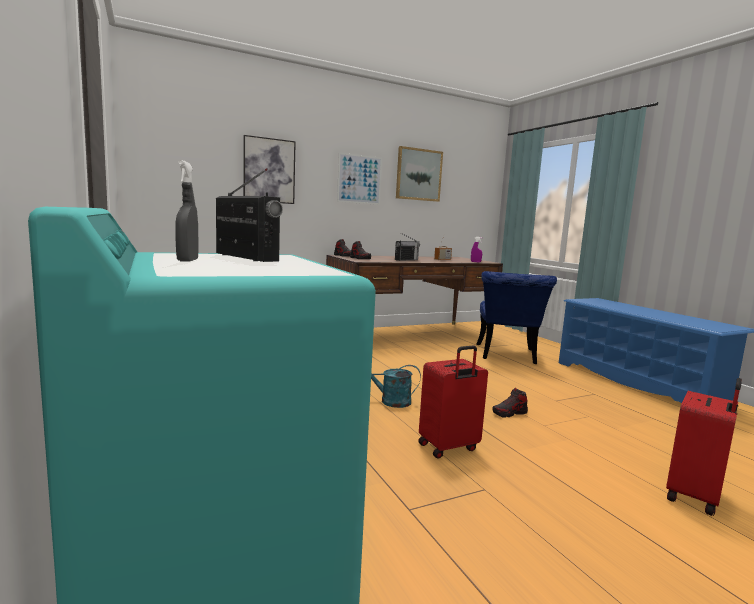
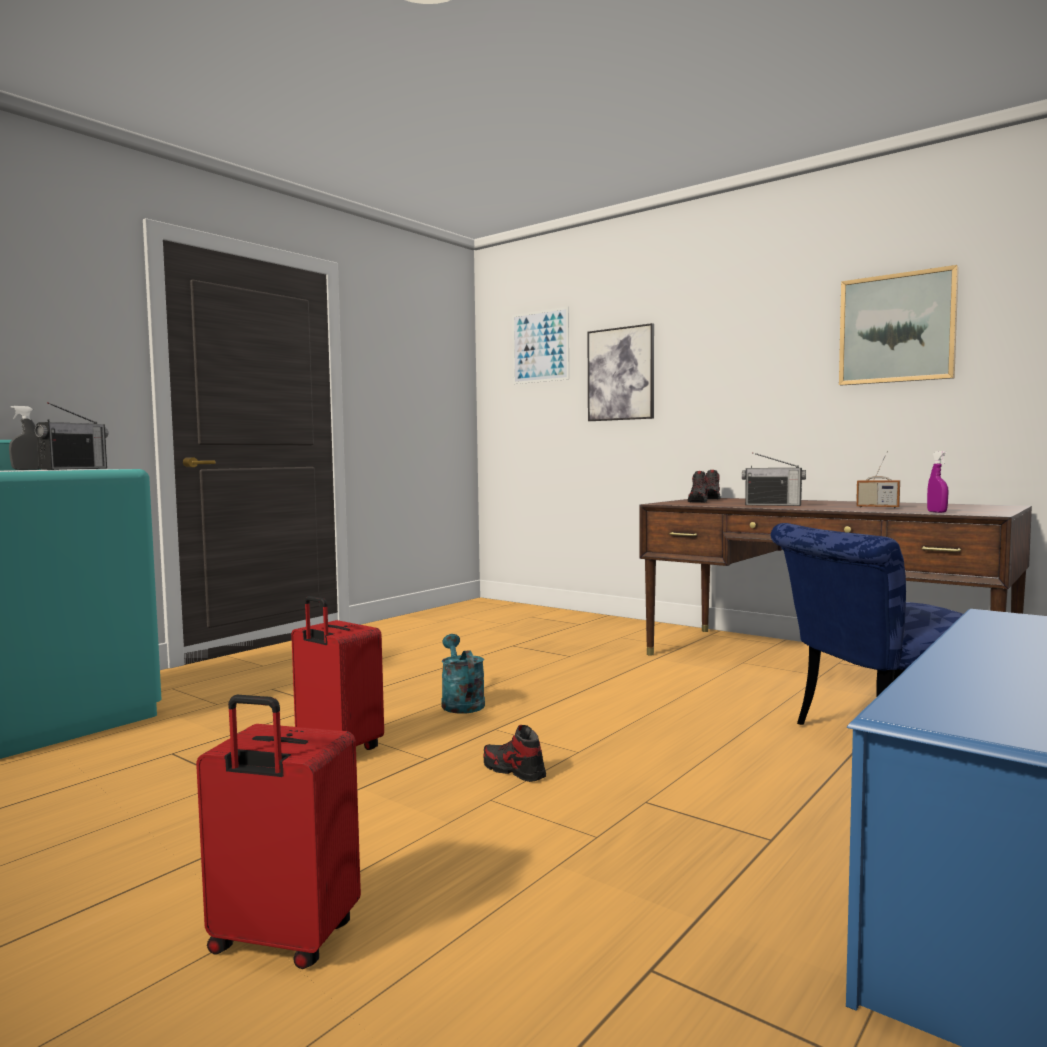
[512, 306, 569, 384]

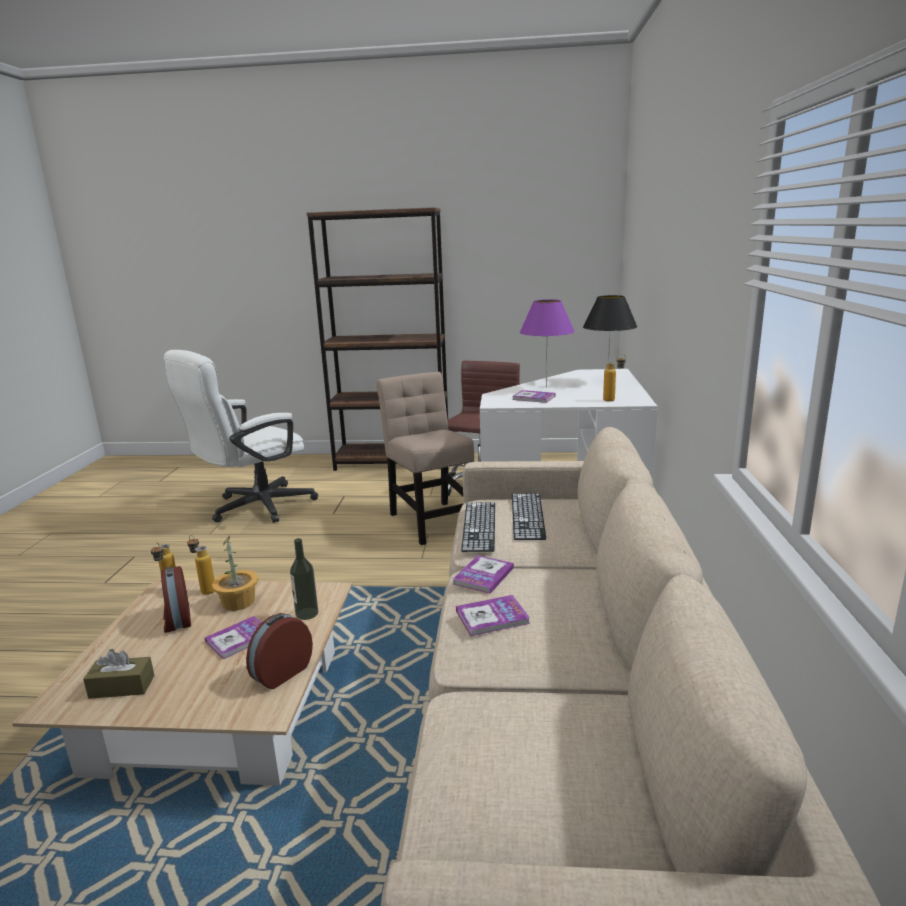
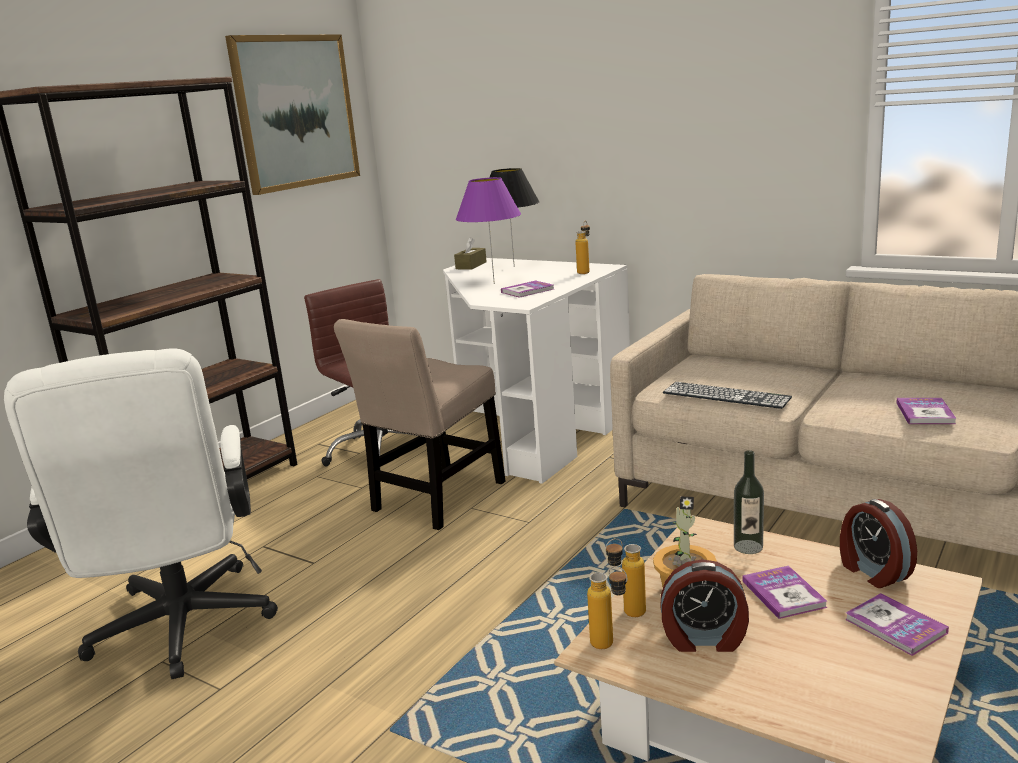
[454, 237, 487, 270]
[334, 319, 505, 530]
[845, 593, 949, 656]
[512, 493, 546, 540] (first image)
[225, 34, 360, 195]

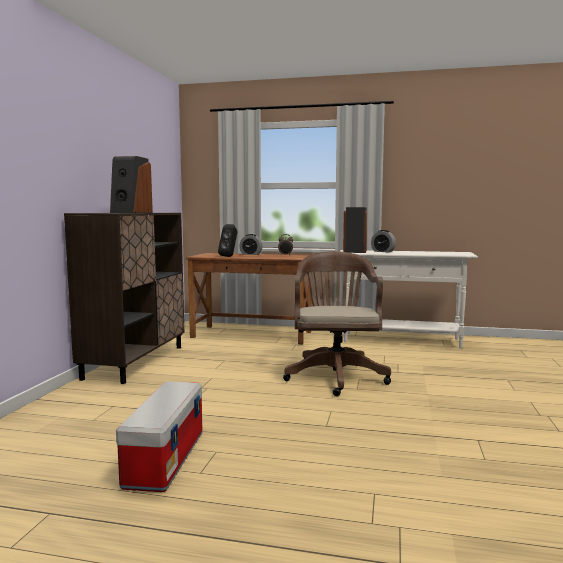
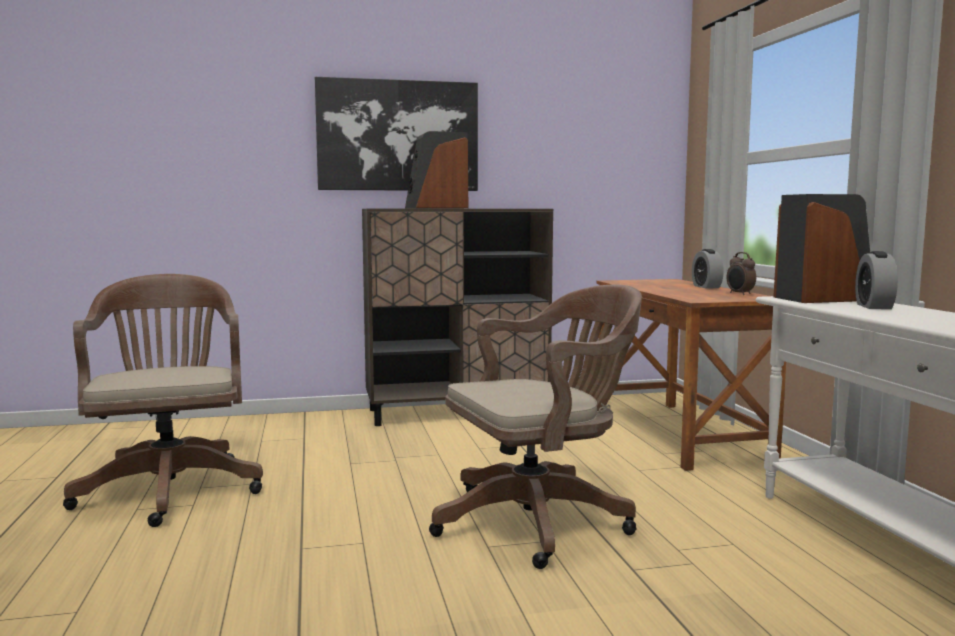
[63, 274, 263, 527]
[218, 224, 237, 257] (first image)
[315, 77, 478, 191]

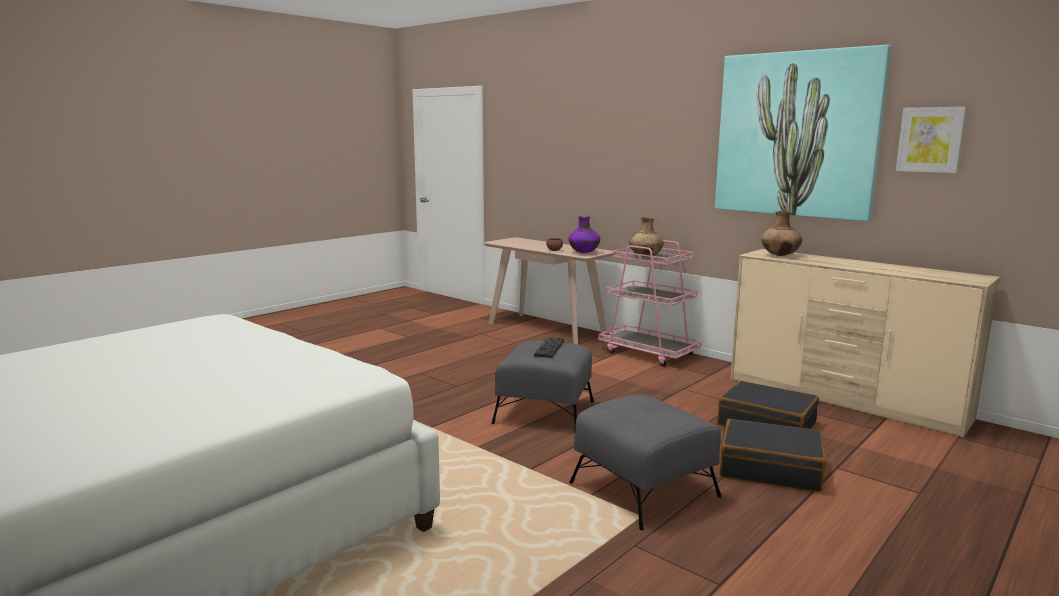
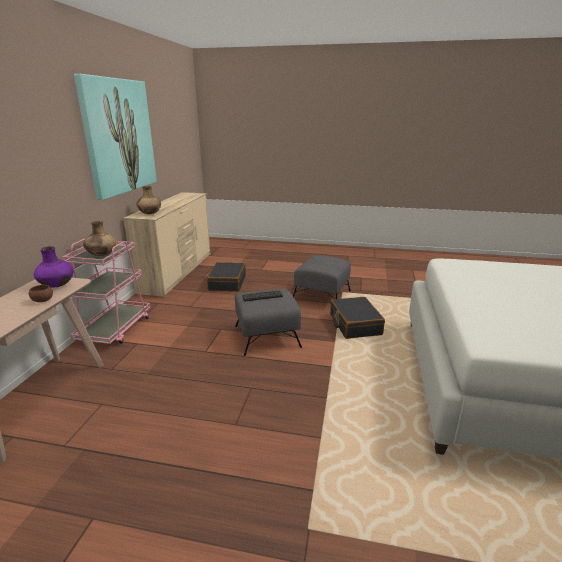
[330, 297, 385, 339]
[895, 107, 967, 173] (first image)

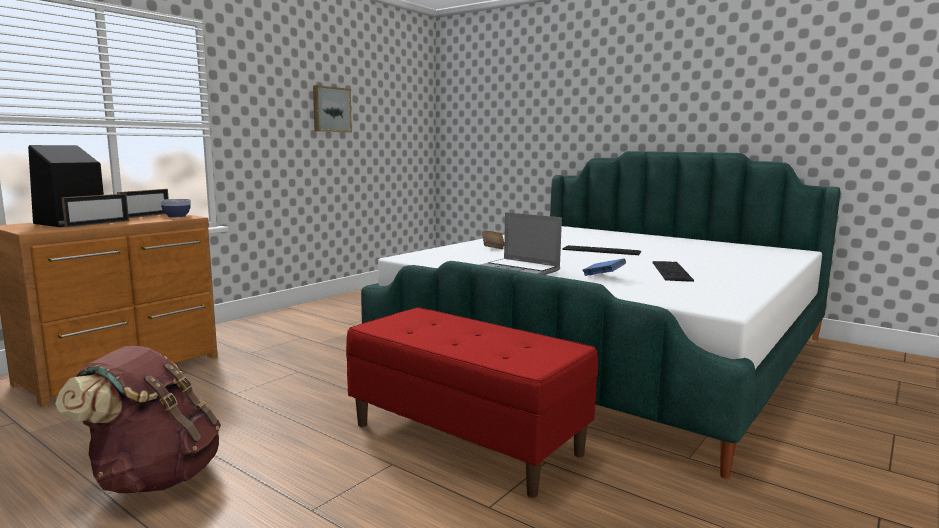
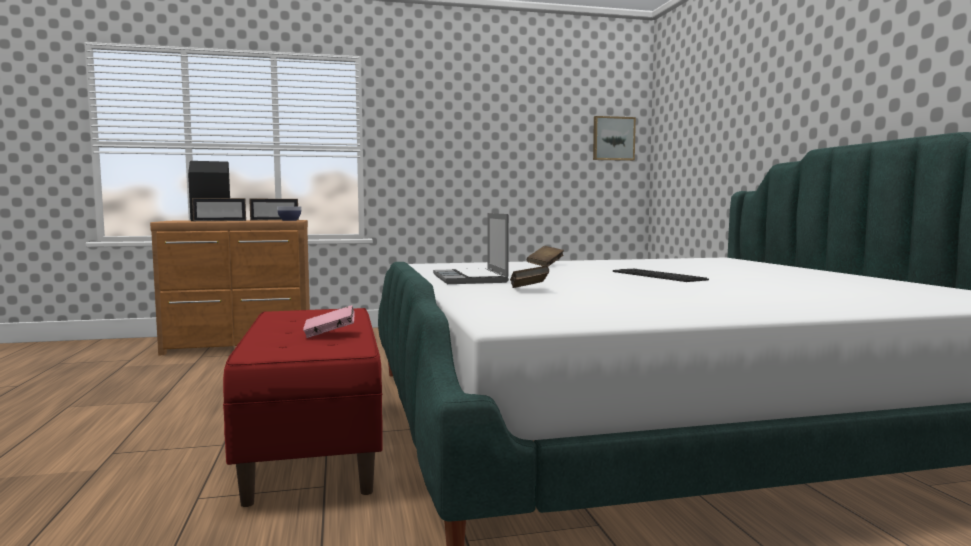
[55, 346, 221, 493] (first image)
[593, 116, 636, 161]
[510, 266, 549, 288]
[652, 261, 694, 282] (first image)
[303, 305, 355, 338]

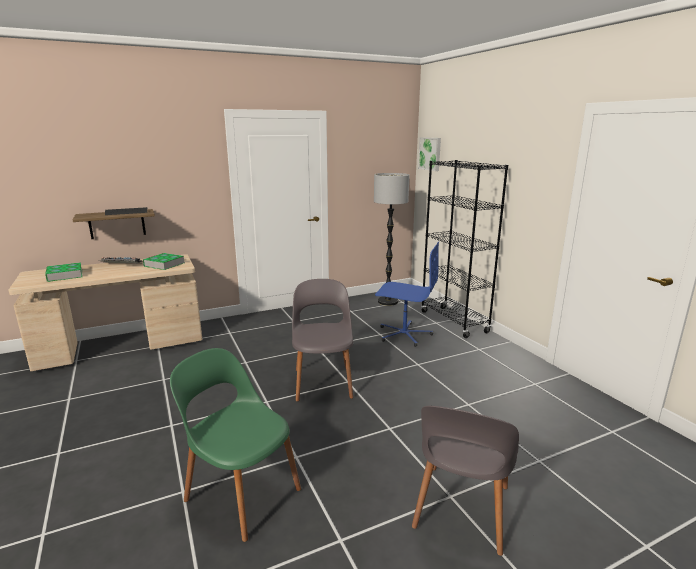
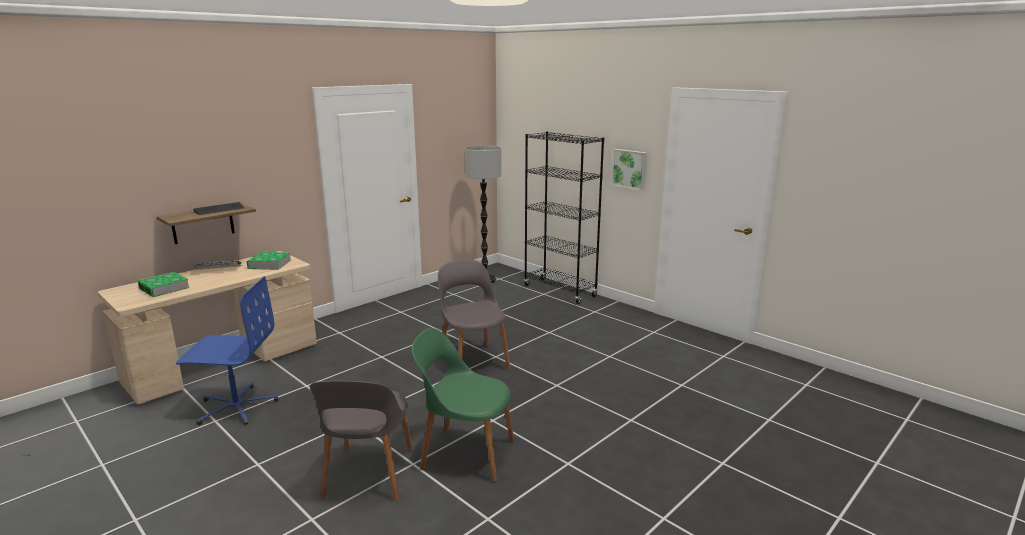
[176, 276, 279, 425]
[310, 380, 413, 501]
[611, 149, 647, 191]

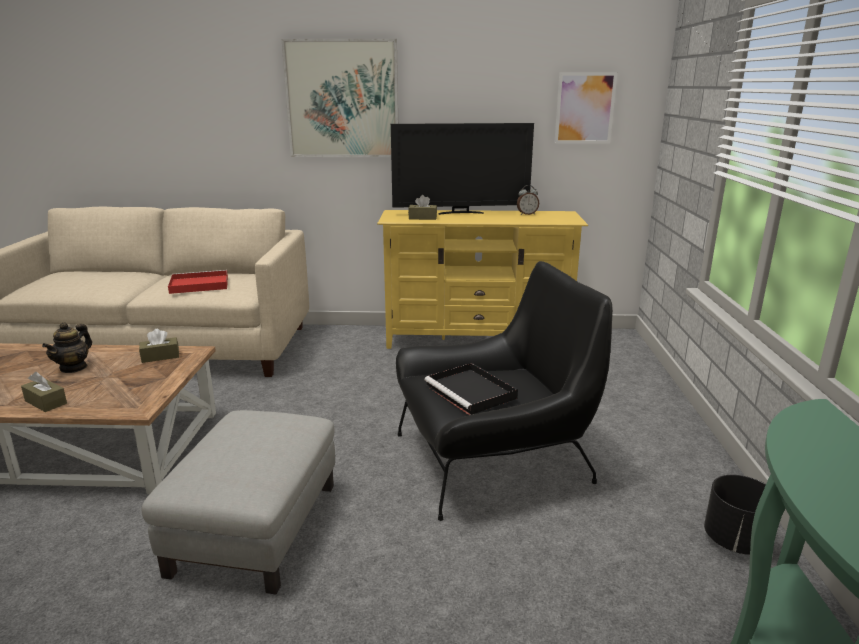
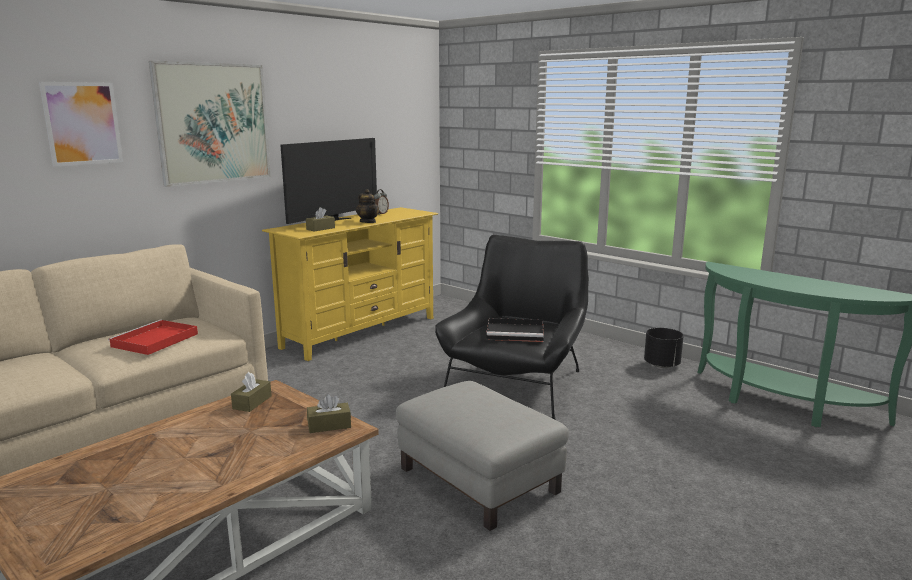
[307, 394, 351, 433]
[356, 189, 379, 223]
[39, 82, 123, 167]

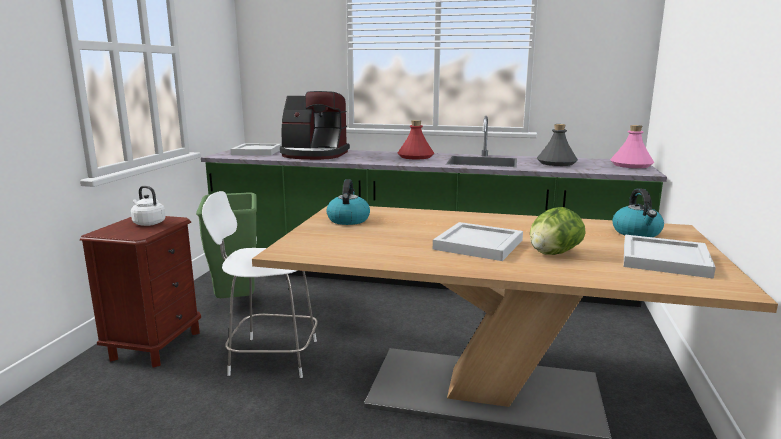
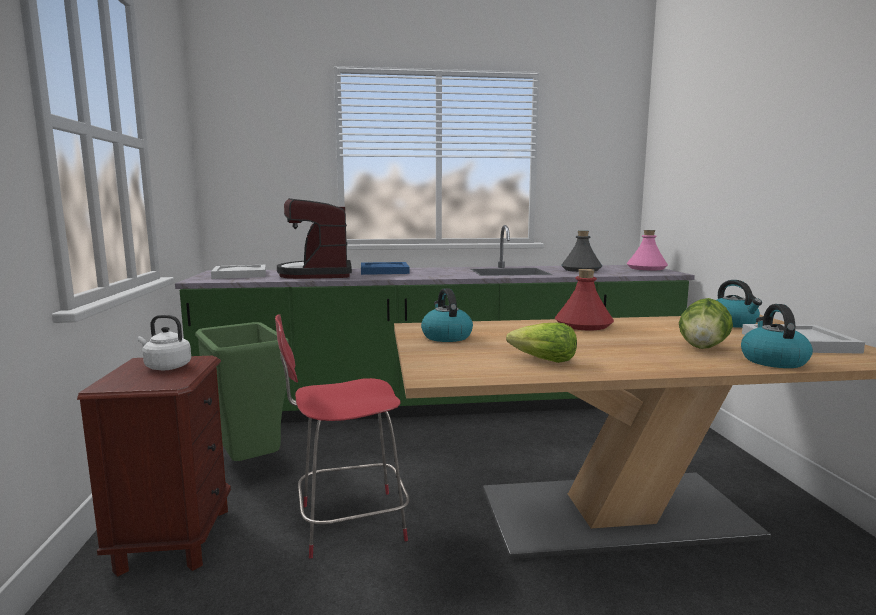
[275, 314, 409, 559]
[277, 198, 352, 279]
[555, 269, 614, 330]
[433, 222, 523, 261] (first image)
[361, 262, 409, 275]
[506, 323, 577, 363]
[741, 304, 813, 368]

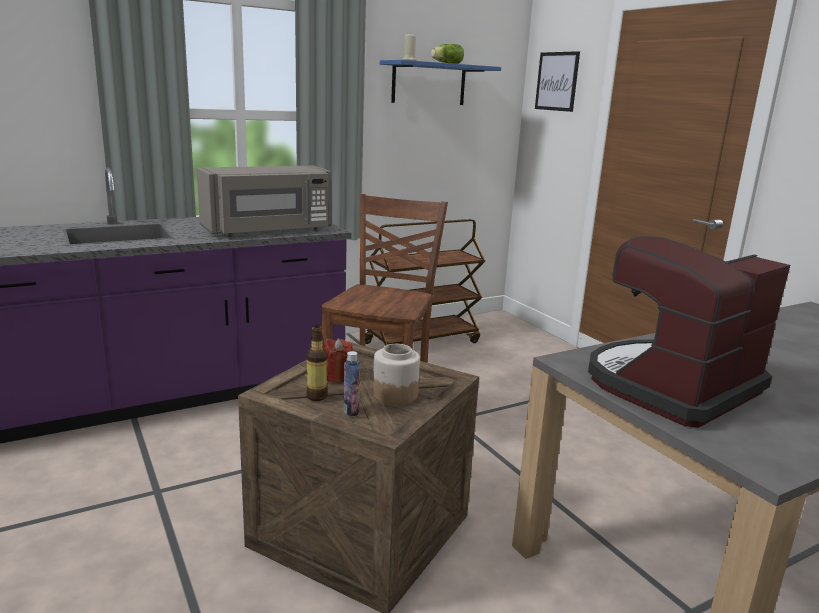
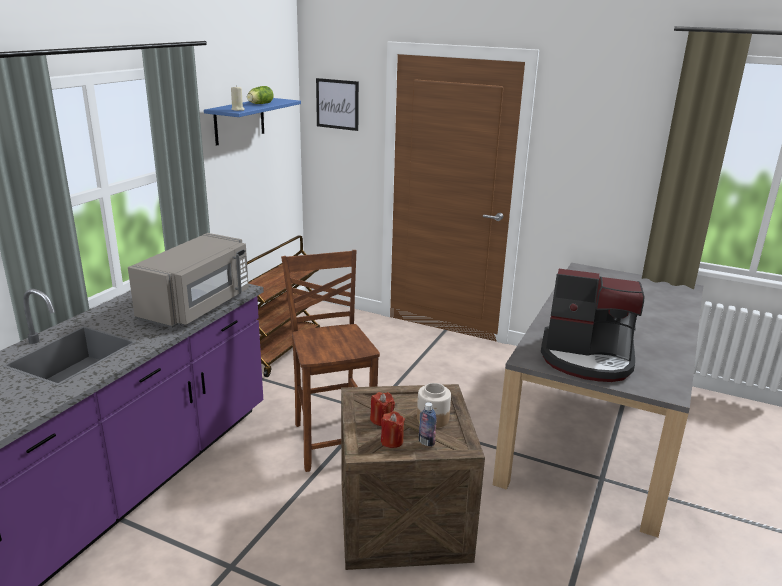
[381, 411, 405, 448]
[541, 269, 645, 382]

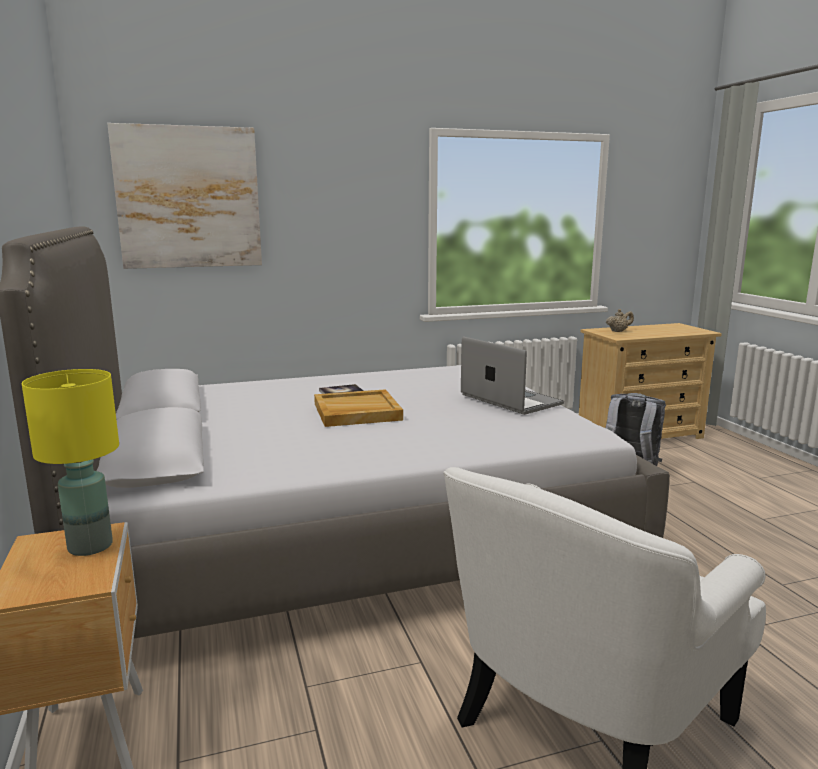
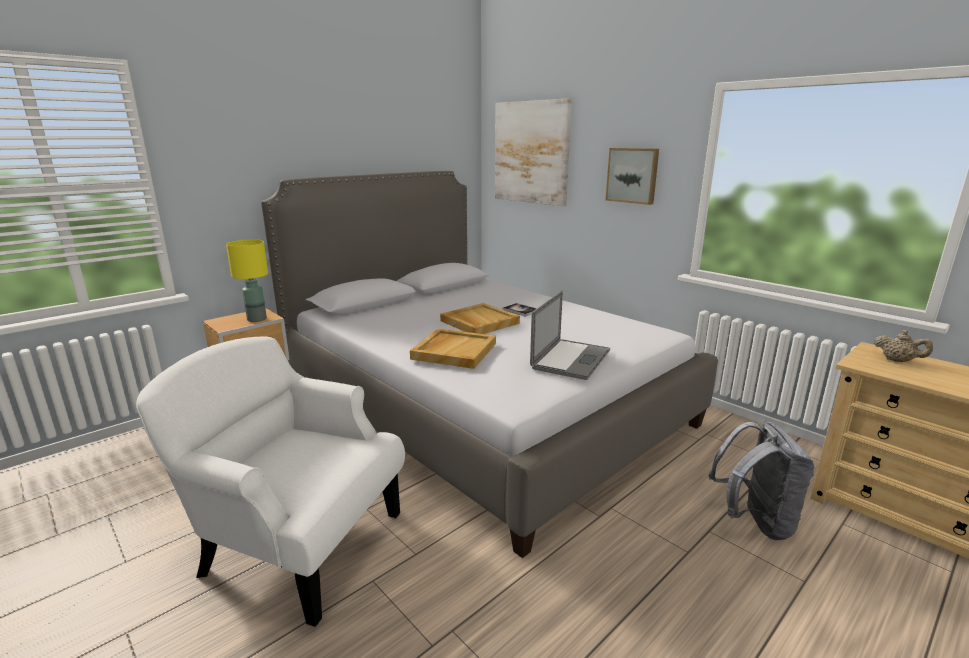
[410, 329, 496, 369]
[606, 148, 659, 205]

